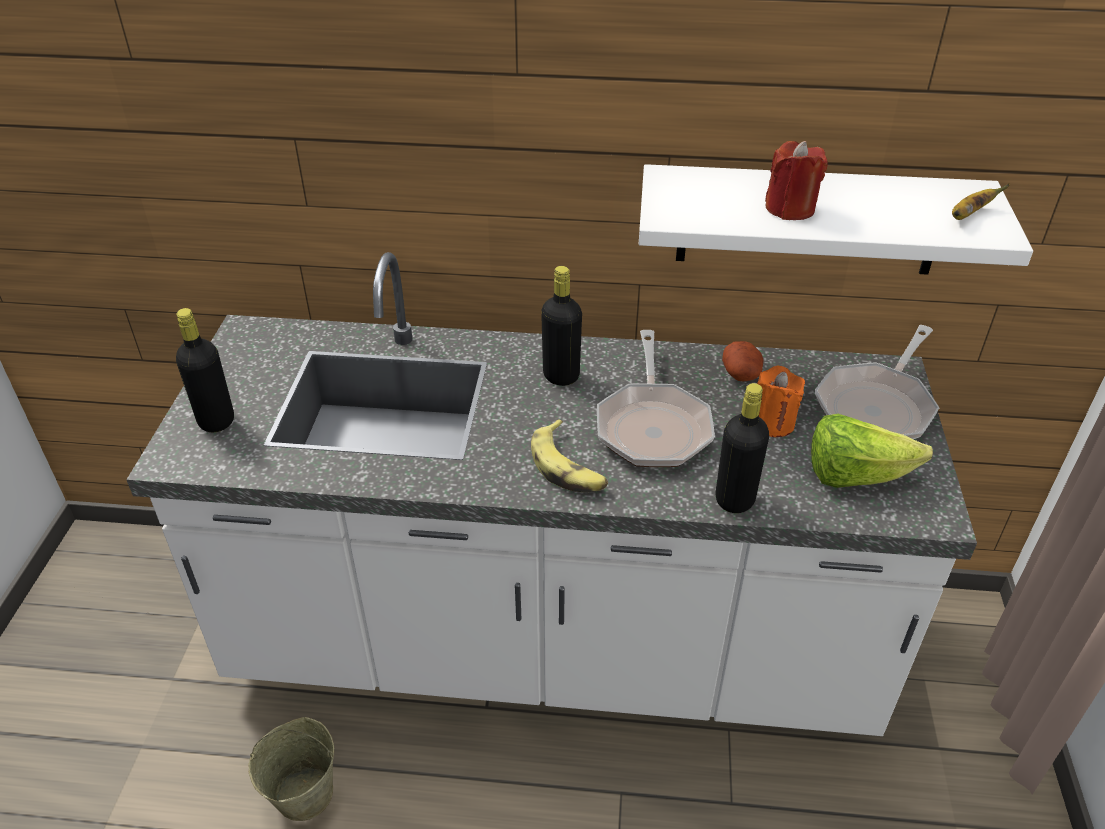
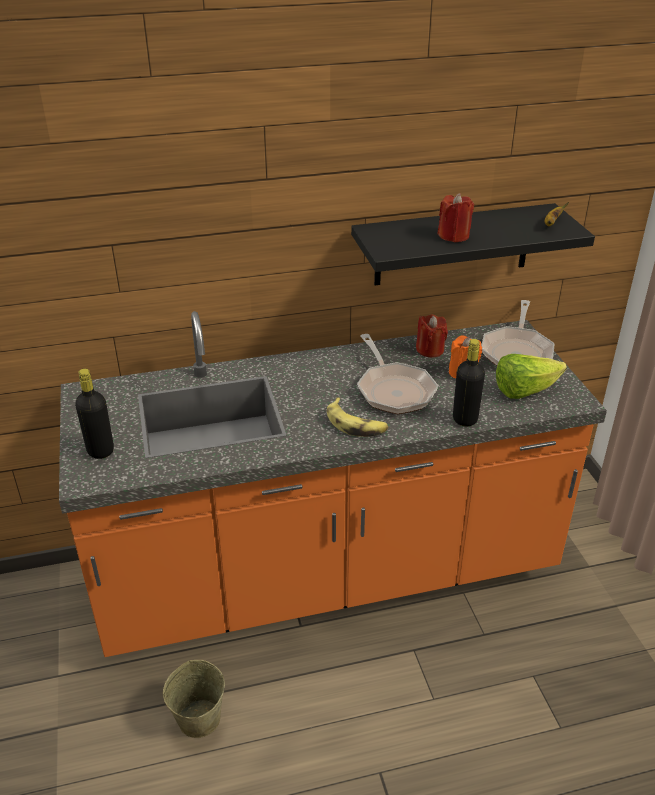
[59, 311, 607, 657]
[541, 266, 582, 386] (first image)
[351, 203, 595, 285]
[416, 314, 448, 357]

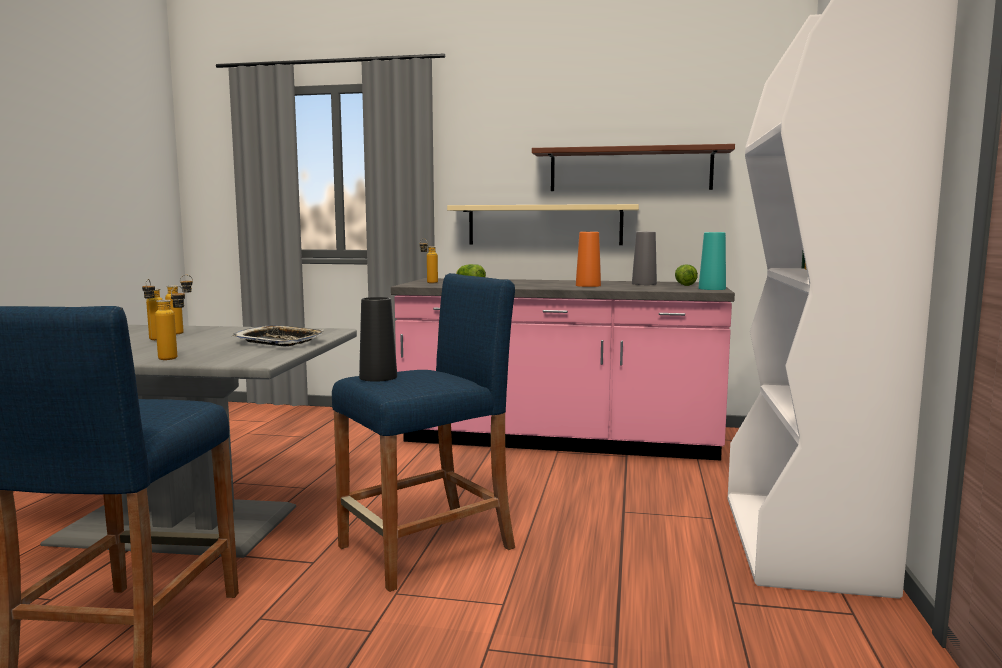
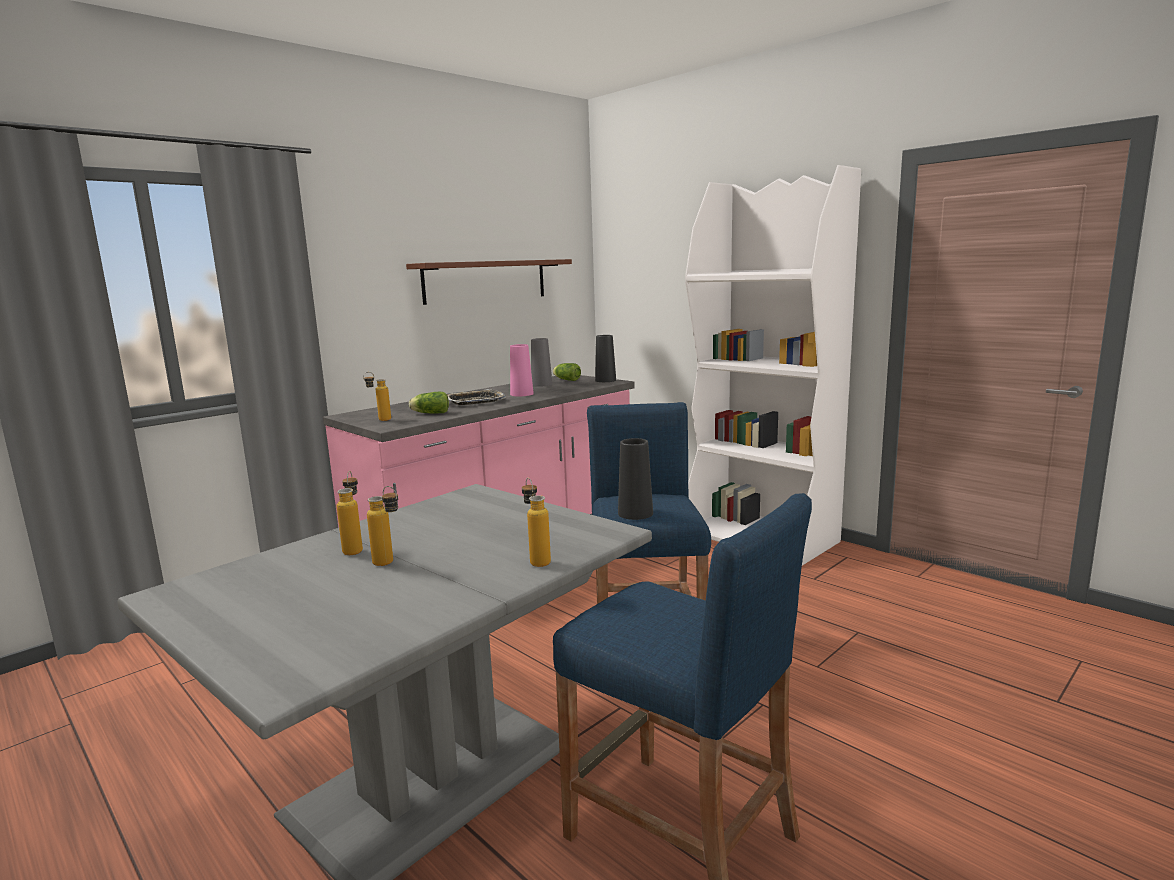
[447, 389, 506, 405]
[447, 204, 639, 245] (first image)
[510, 344, 534, 396]
[595, 335, 616, 382]

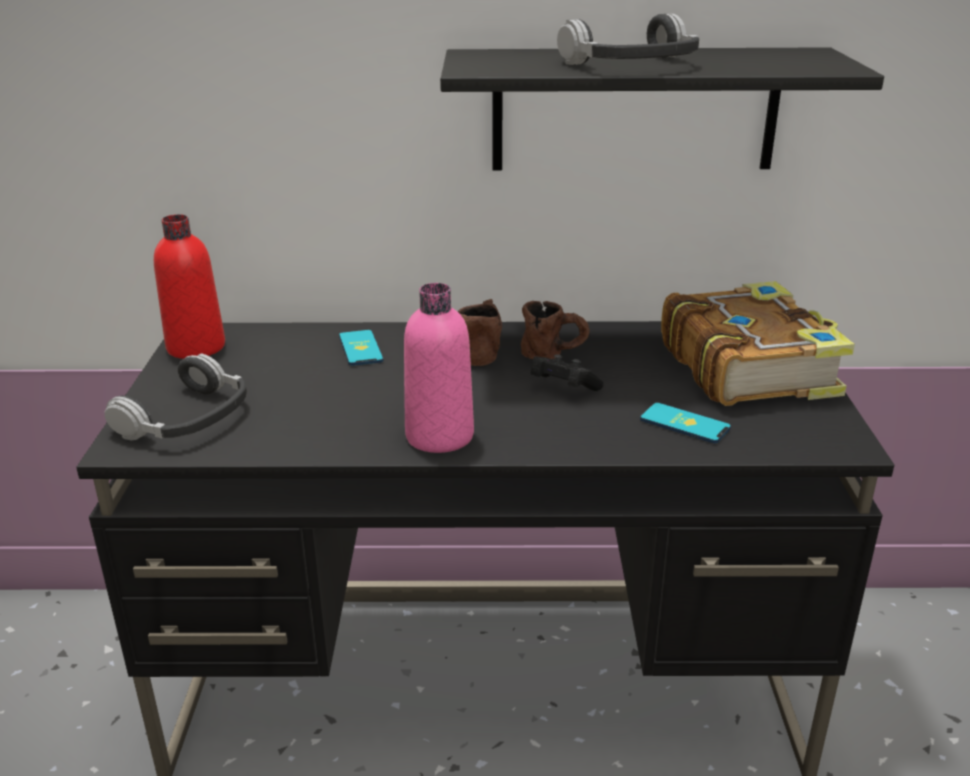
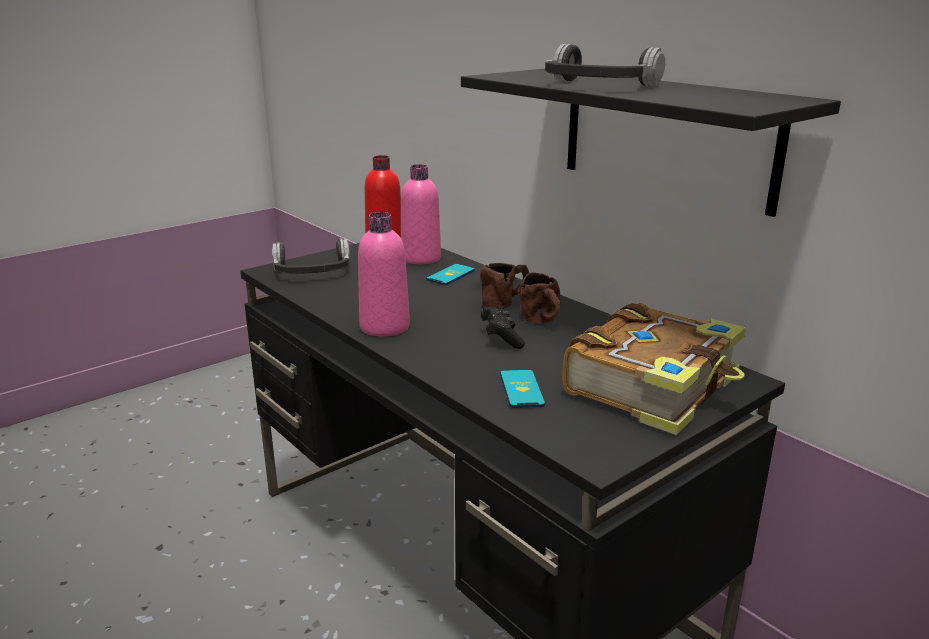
[401, 164, 441, 264]

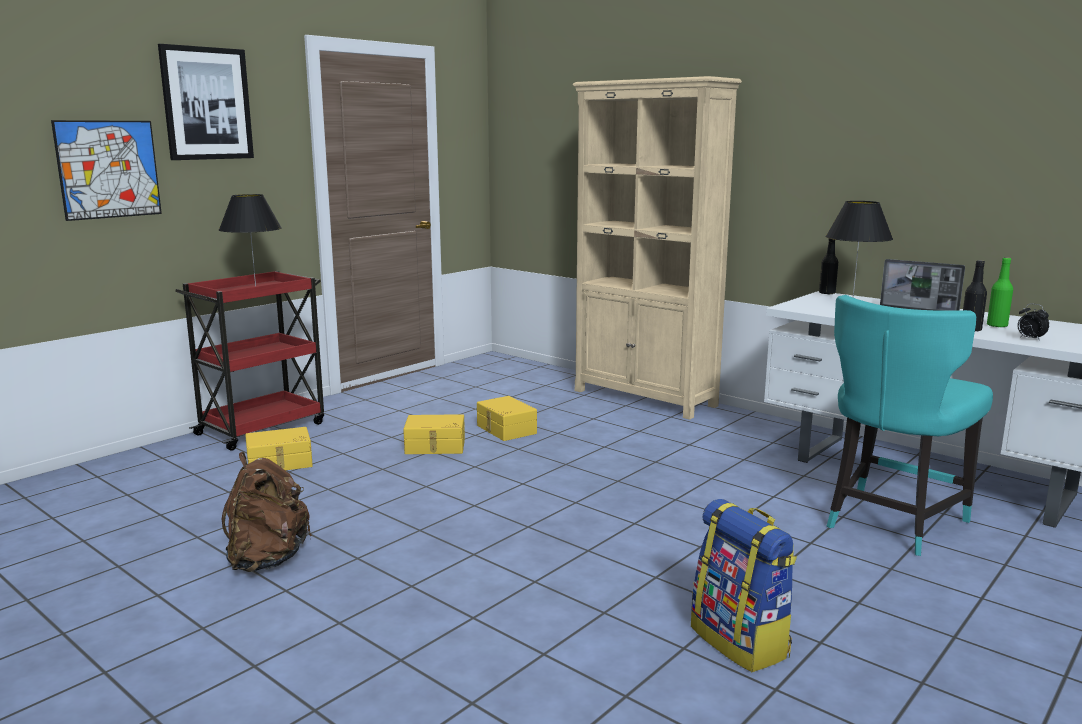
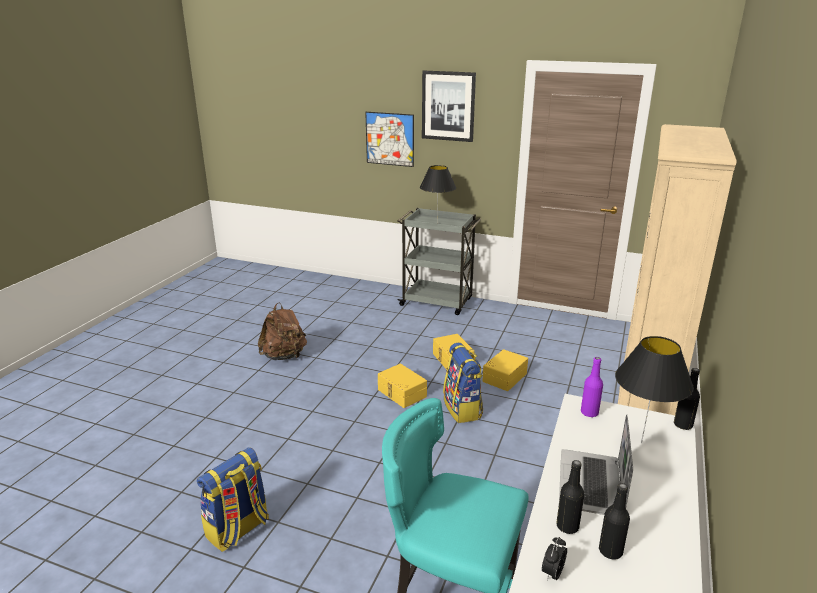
[397, 208, 481, 315]
[378, 364, 427, 408]
[599, 483, 630, 560]
[443, 343, 483, 423]
[581, 357, 603, 417]

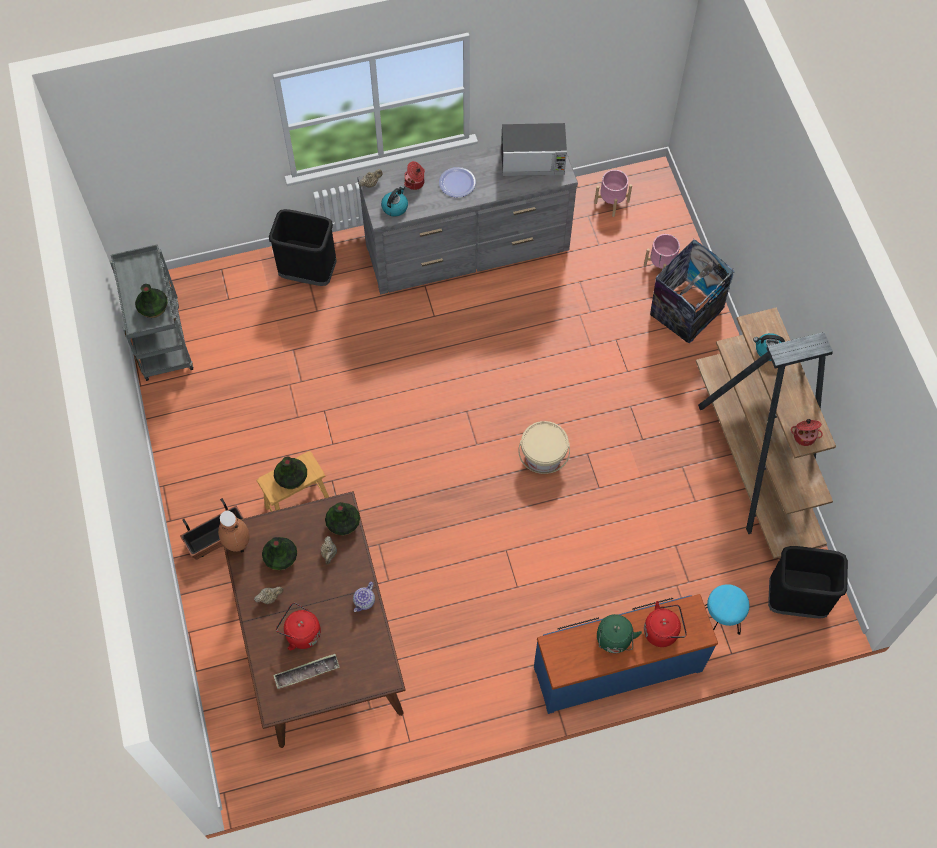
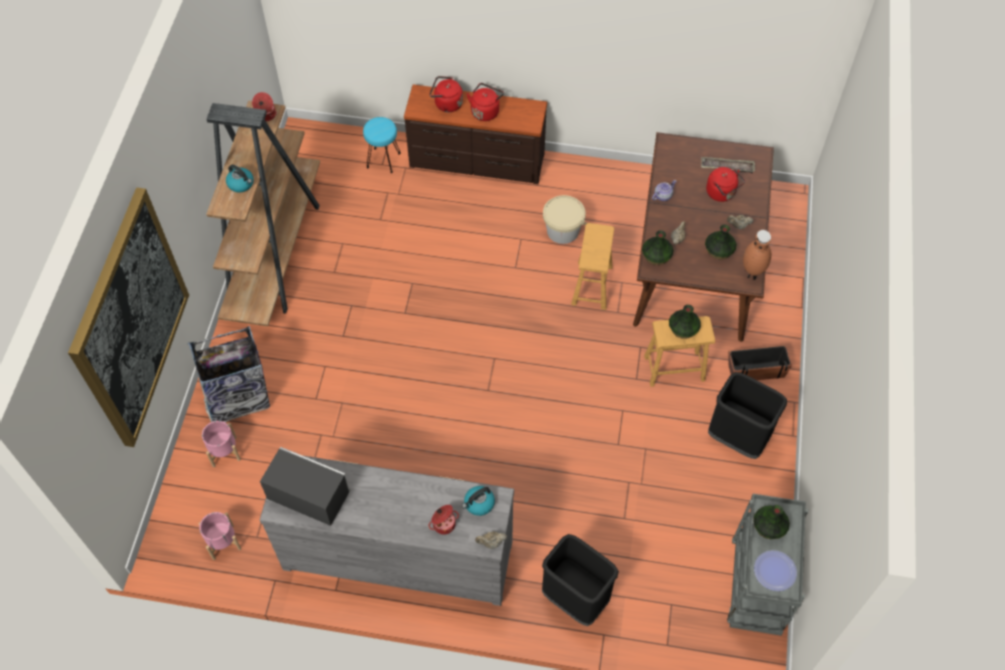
[754, 550, 797, 591]
[543, 195, 587, 244]
[404, 85, 547, 184]
[467, 83, 504, 121]
[708, 372, 787, 459]
[68, 187, 189, 447]
[571, 223, 614, 310]

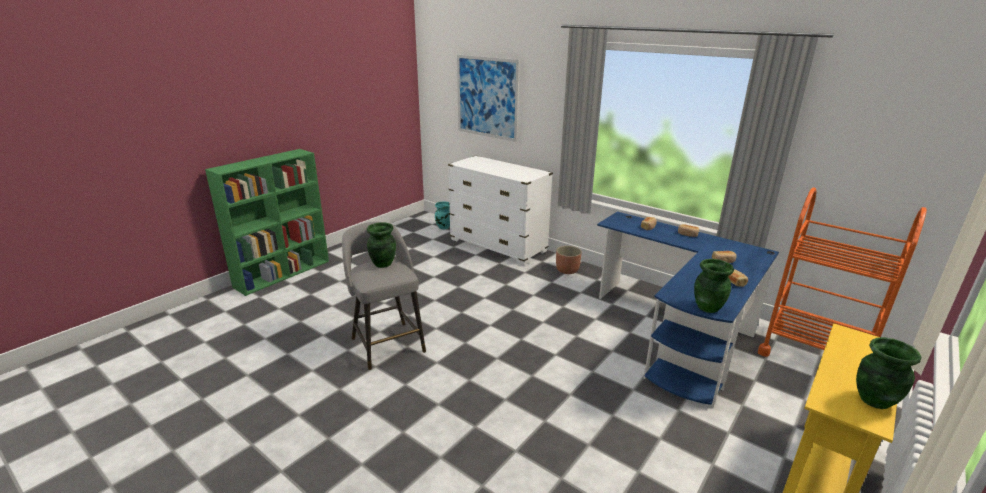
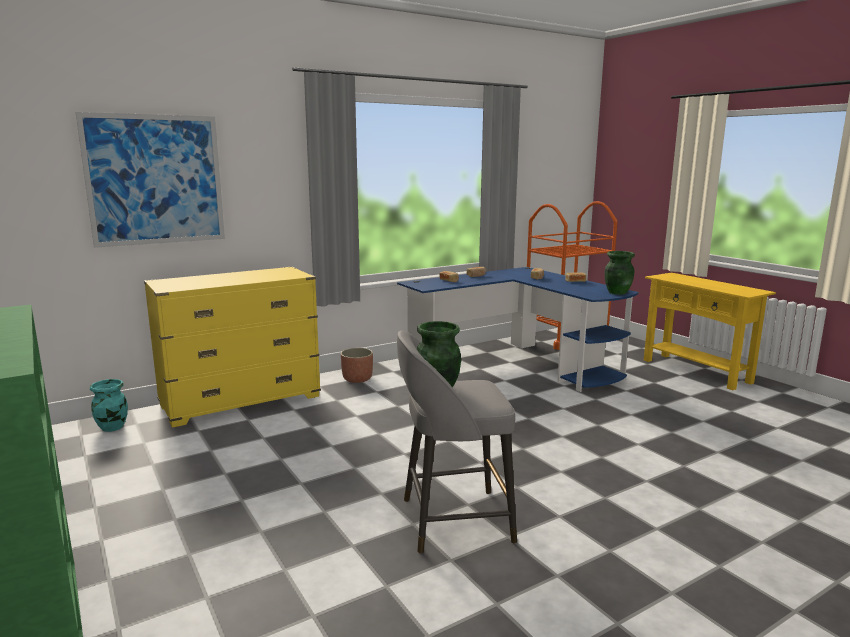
[144, 267, 321, 428]
[856, 337, 921, 409] (first image)

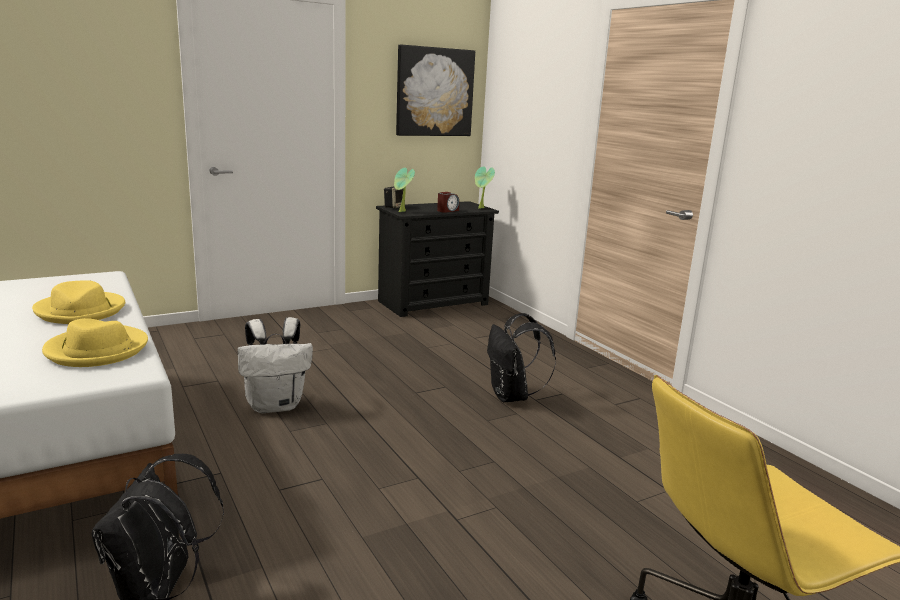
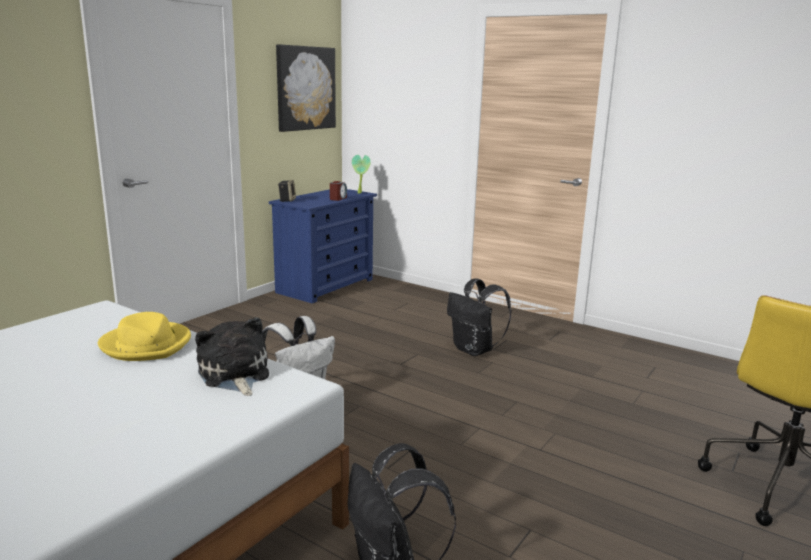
[195, 317, 269, 396]
[269, 189, 377, 303]
[394, 167, 415, 212] (first image)

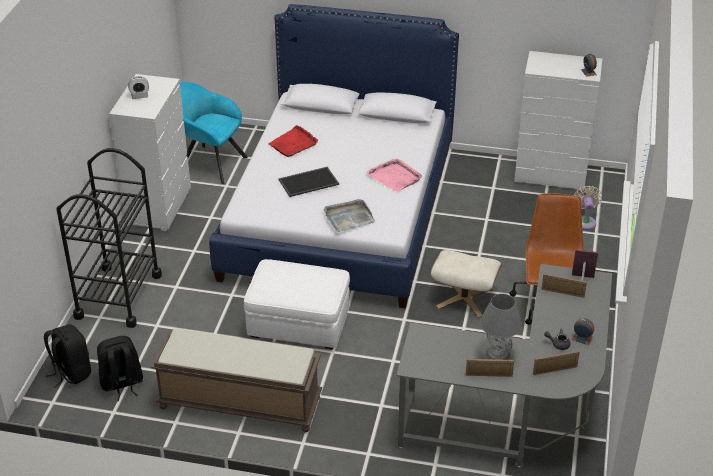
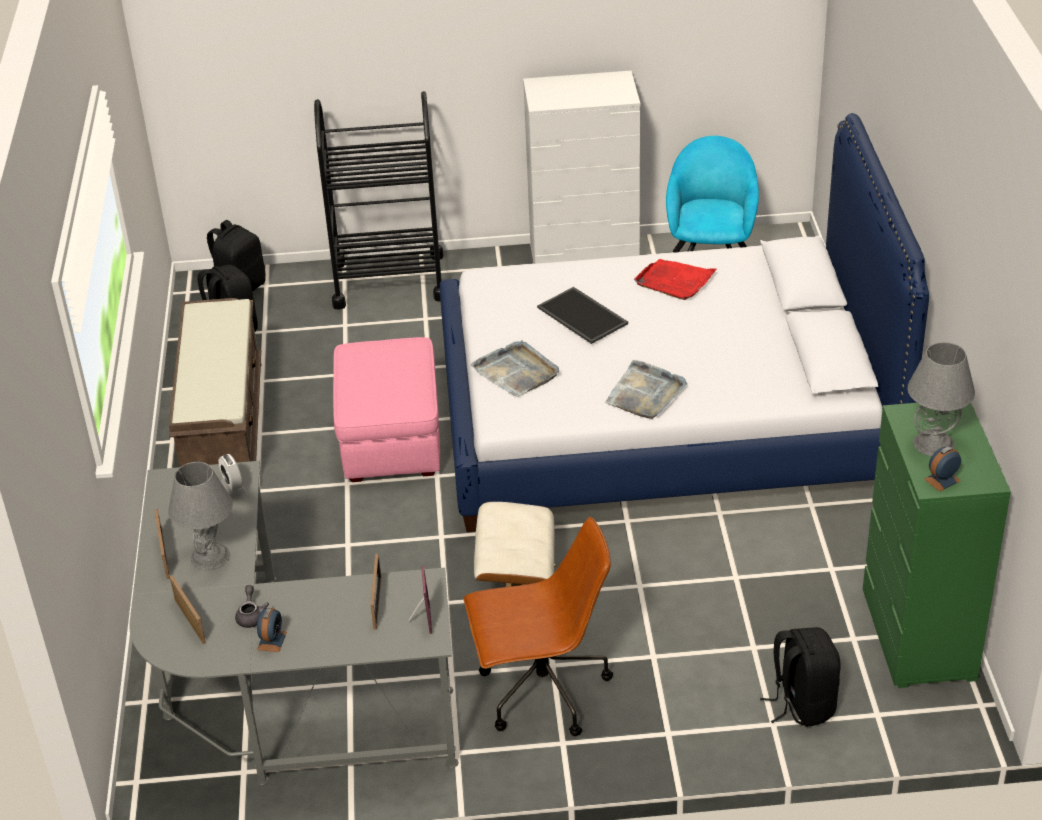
[218, 454, 247, 498]
[333, 337, 440, 482]
[605, 360, 687, 419]
[863, 403, 1011, 688]
[760, 627, 840, 727]
[908, 342, 975, 456]

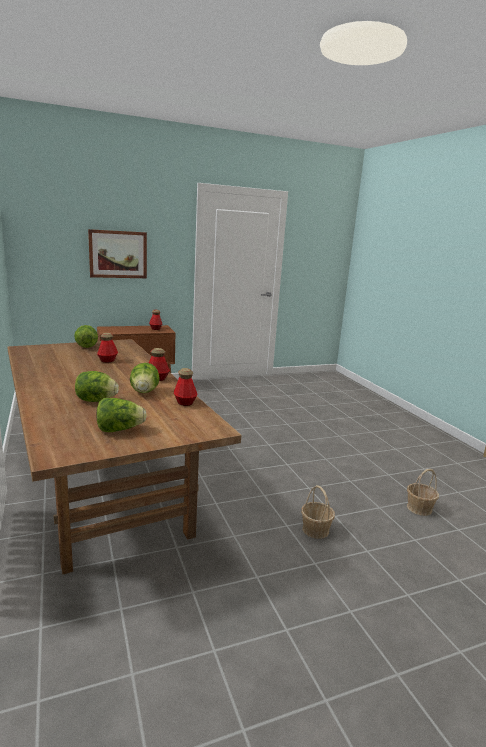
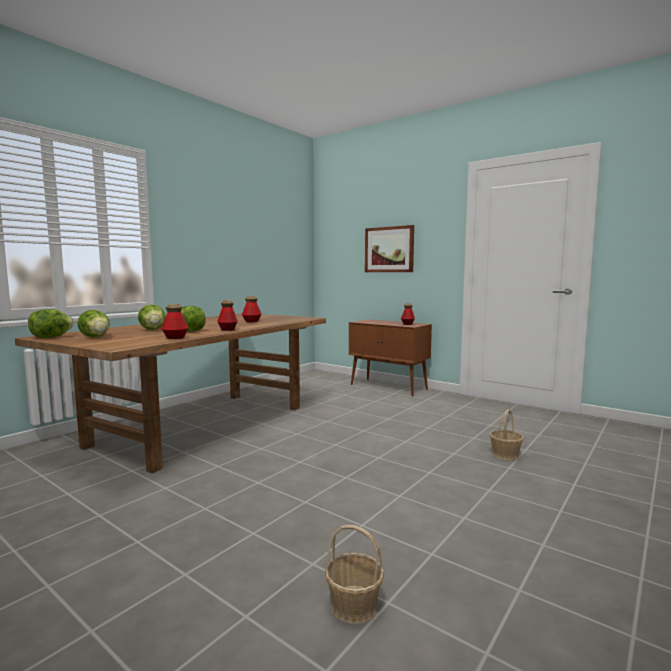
[28, 309, 74, 338]
[490, 409, 524, 461]

